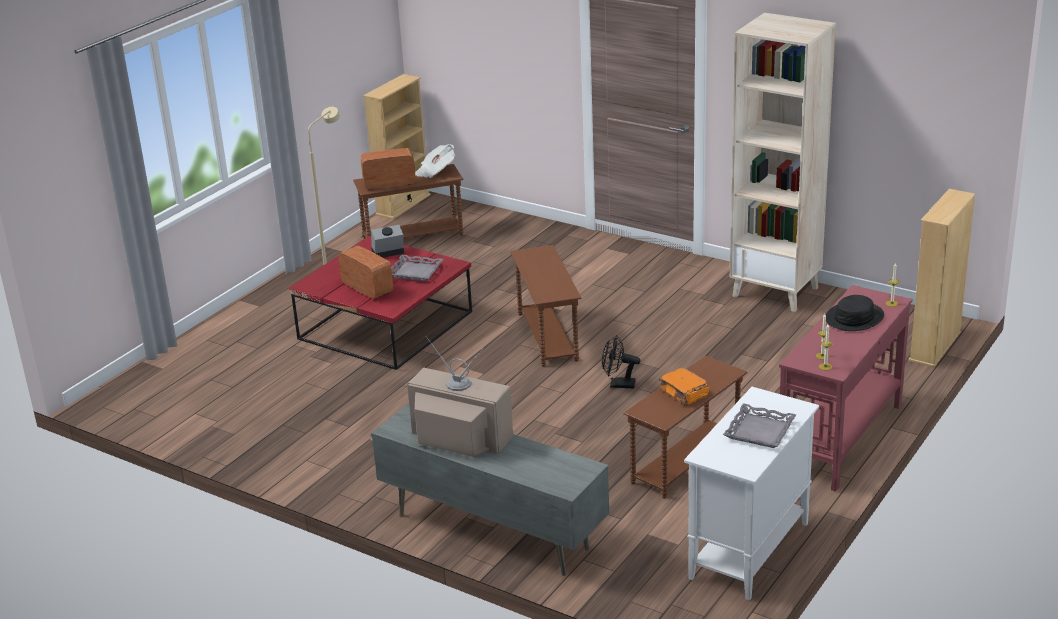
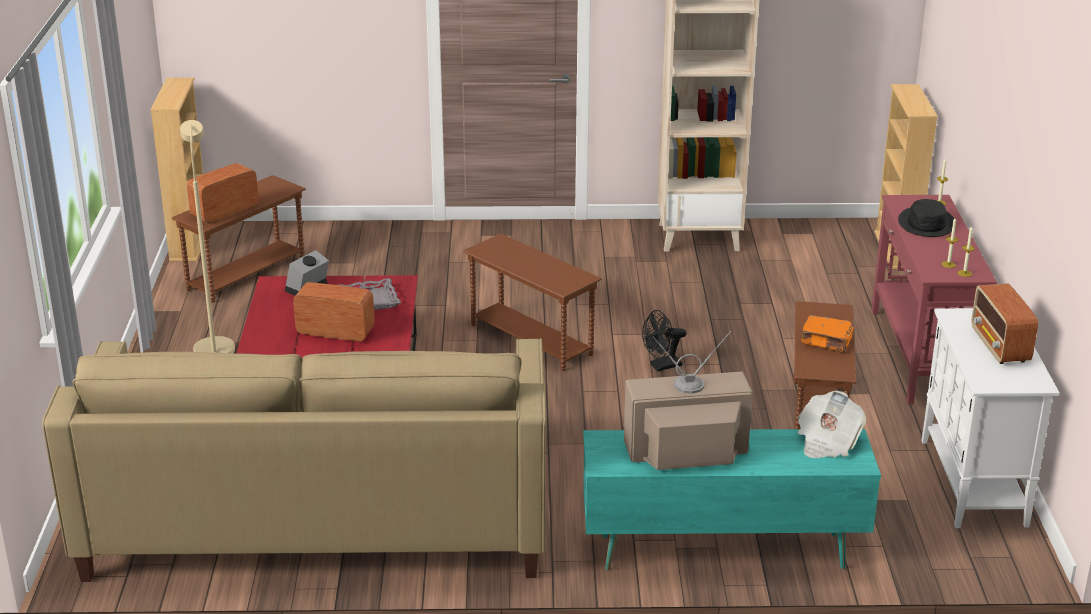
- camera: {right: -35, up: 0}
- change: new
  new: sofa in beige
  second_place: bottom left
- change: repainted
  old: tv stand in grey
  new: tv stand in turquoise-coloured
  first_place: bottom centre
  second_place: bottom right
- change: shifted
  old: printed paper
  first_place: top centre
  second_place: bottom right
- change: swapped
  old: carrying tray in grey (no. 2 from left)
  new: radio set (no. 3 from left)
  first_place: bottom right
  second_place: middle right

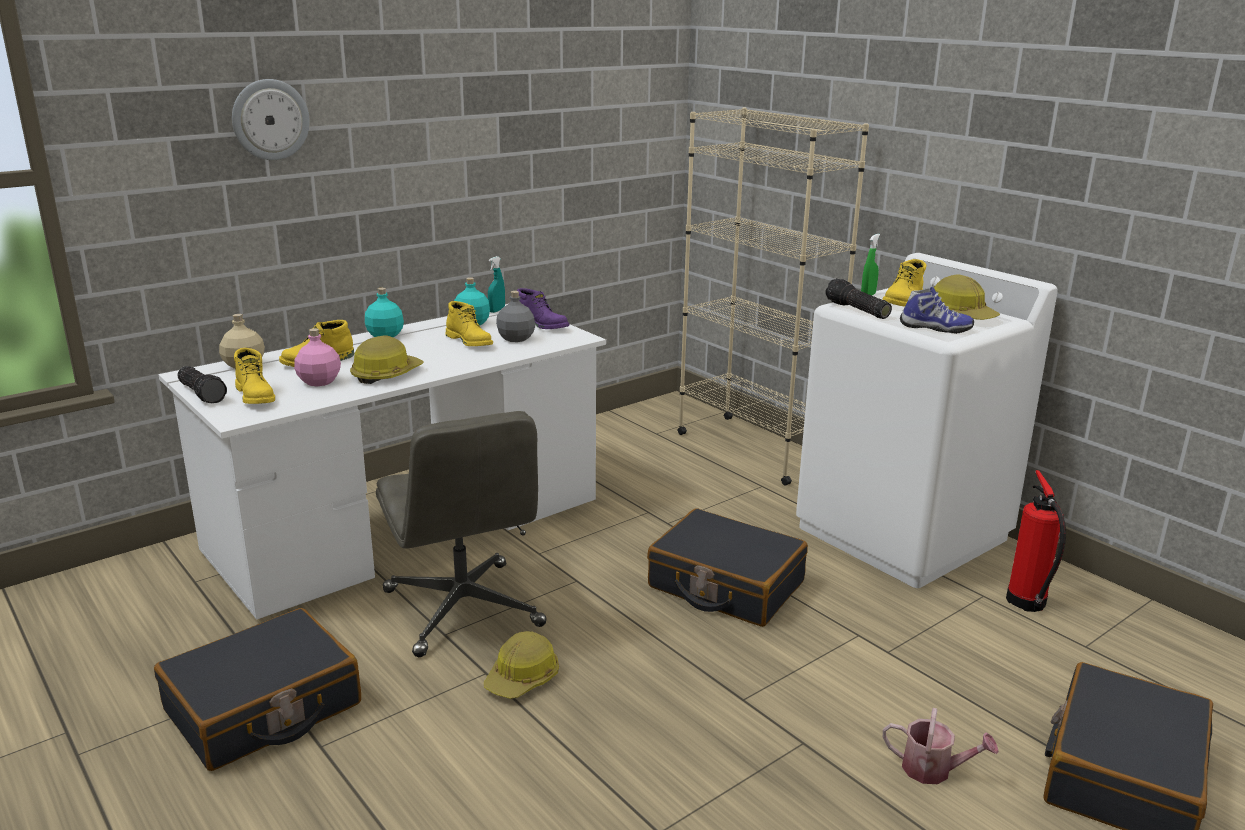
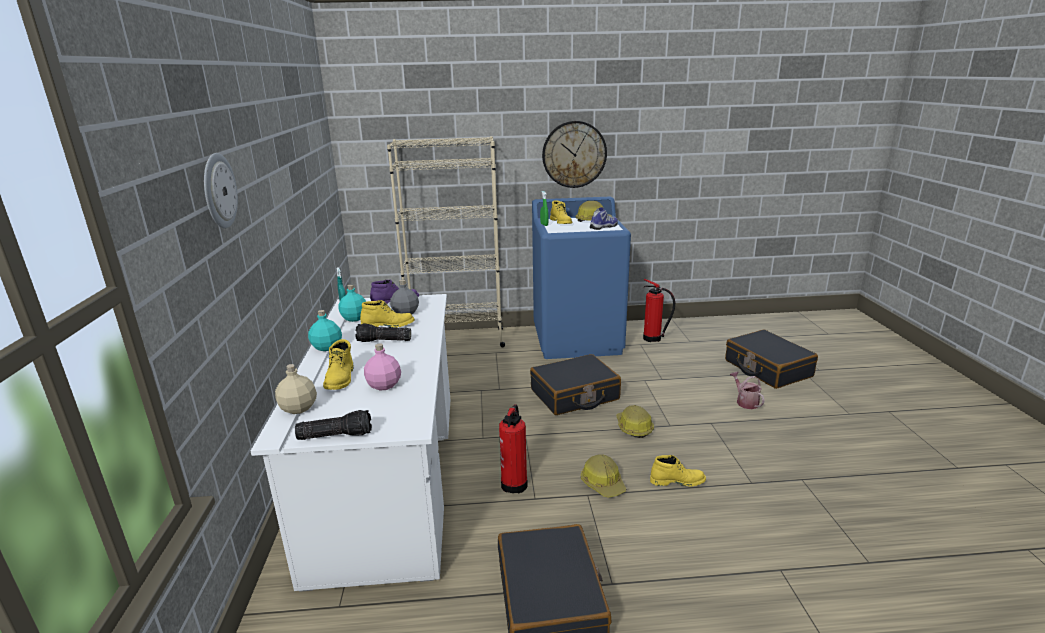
- camera: {right: -55, up: 0}
- change: shifted
  old: flashlight (no. 2 from left)
  first_place: middle right
  second_place: centre
- change: swapped
  old: computer chair in grey
  new: fire-fighting cylinder (no. 1 from left)
  first_place: centre
  second_place: bottom centre
- change: repainted
  old: washing machine in white
  new: washing machine in bluish
  first_place: middle right
  second_place: centre
- change: new
  new: wall clock (no. 2 from left)
  second_place: top centre
- change: shifted
  old: hard hat (no. 1 from left in the first image)
  new: hard hat (no. 3 from left)
  first_place: middle left
  second_place: centre
- change: shifted
  old: boot in yellowish (no. 1 from left in the first image)
  new: boot in yellowish (no. 4 from left)
  first_place: middle left
  second_place: bottom centre
- change: rotated
  old: watering pot
  first_place: bottom right
  second_place: middle right
  degrees: -75

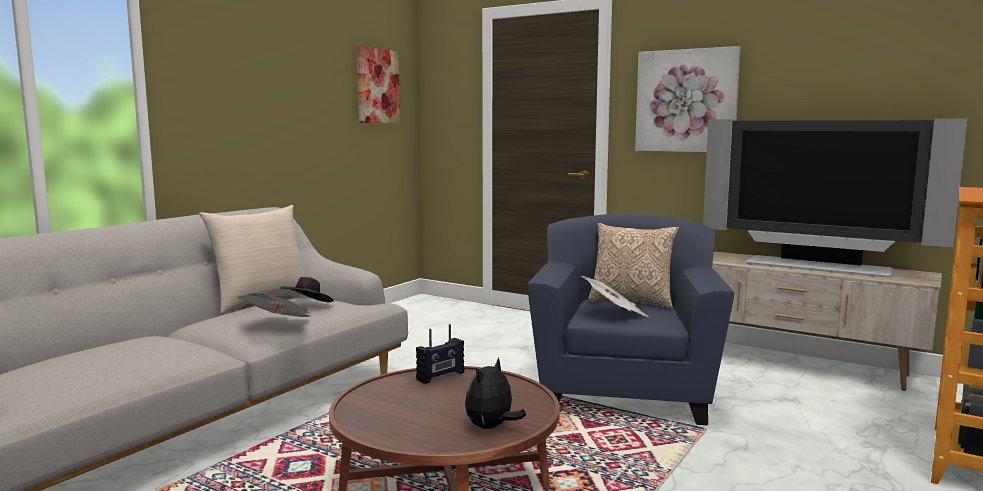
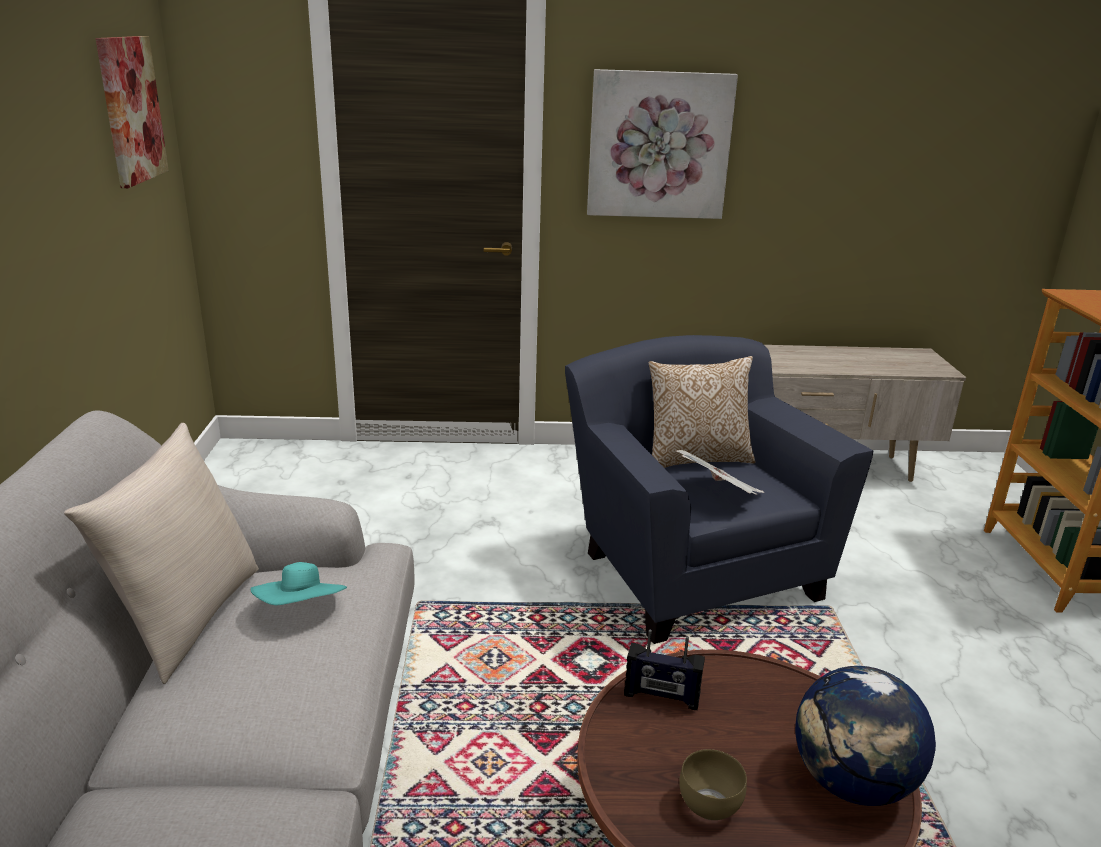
- camera: {right: -35, up: 15}
- change: repainted
  old: hat in black
  new: hat in turquoise-coloured
  first_place: middle left
  second_place: bottom left
- change: rotated
  old: radio set
  first_place: bottom centre
  second_place: bottom centre
  degrees: 90
- change: new
  new: serving bowl in brownish
  second_place: bottom centre
- change: swapped
  old: soft toy
  new: globe
  first_place: bottom centre
  second_place: bottom right
- change: gone
  old: printed paper (no. 1 from left)
  first_place: middle left
- change: gone
  old: TV
  first_place: middle right

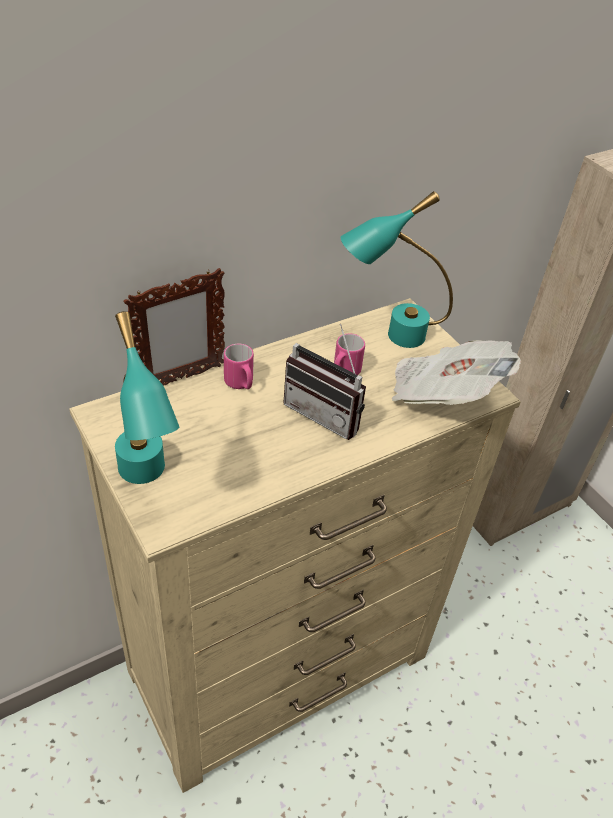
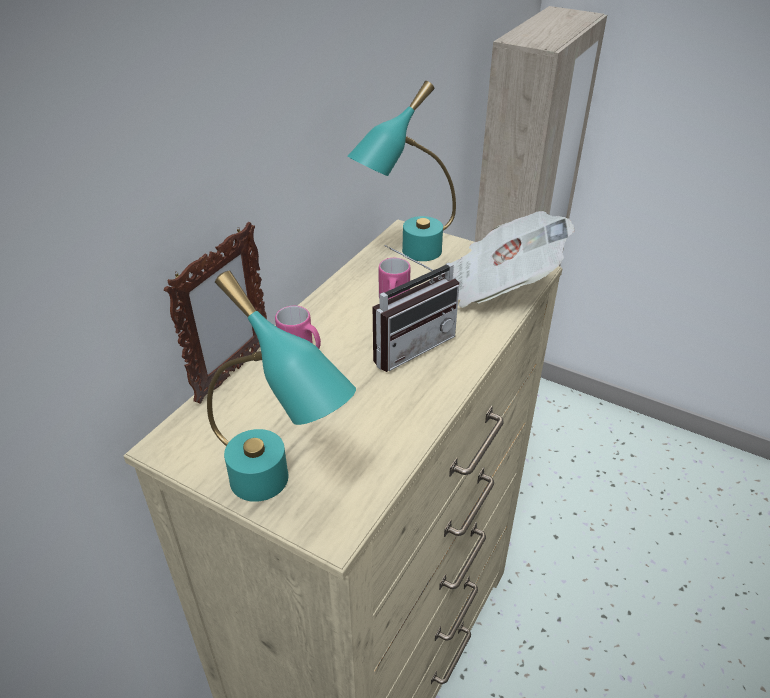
- camera: {right: -25, up: -5}
- change: rotated
  old: radio set
  first_place: centre
  second_place: centre
  degrees: -45

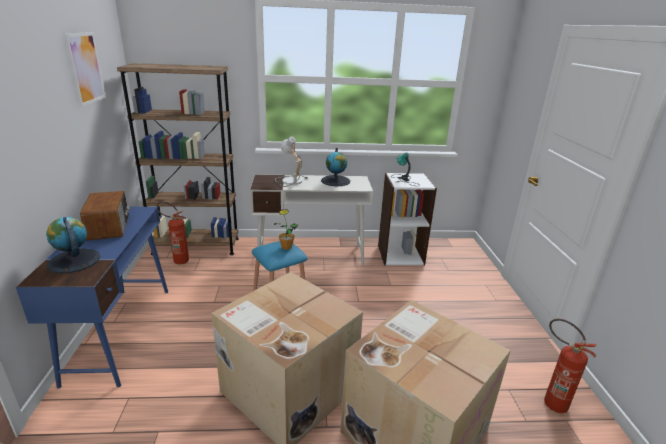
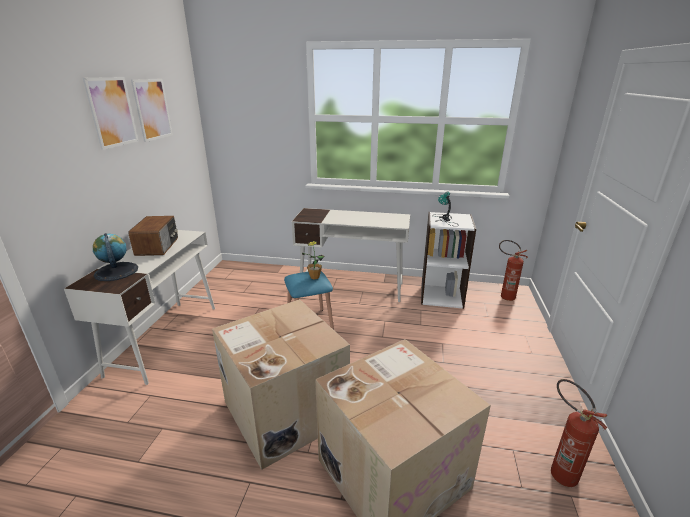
- camera: {right: 15, up: 0}
- change: repainted
  old: desk in bluish
  new: desk in white (no. 1 from left)
  first_place: bottom left
  second_place: middle left
- change: new
  new: wall art (no. 1 from left)
  second_place: top left
- change: shifted
  old: fire-fighting cylinder (no. 1 from left)
  first_place: middle left
  second_place: middle right
- change: gone
  old: bookcase in brownish
  first_place: middle left
- change: gone
  old: lamp for a table (no. 1 from left)
  first_place: centre
- change: gone
  old: globe (no. 2 from left)
  first_place: centre

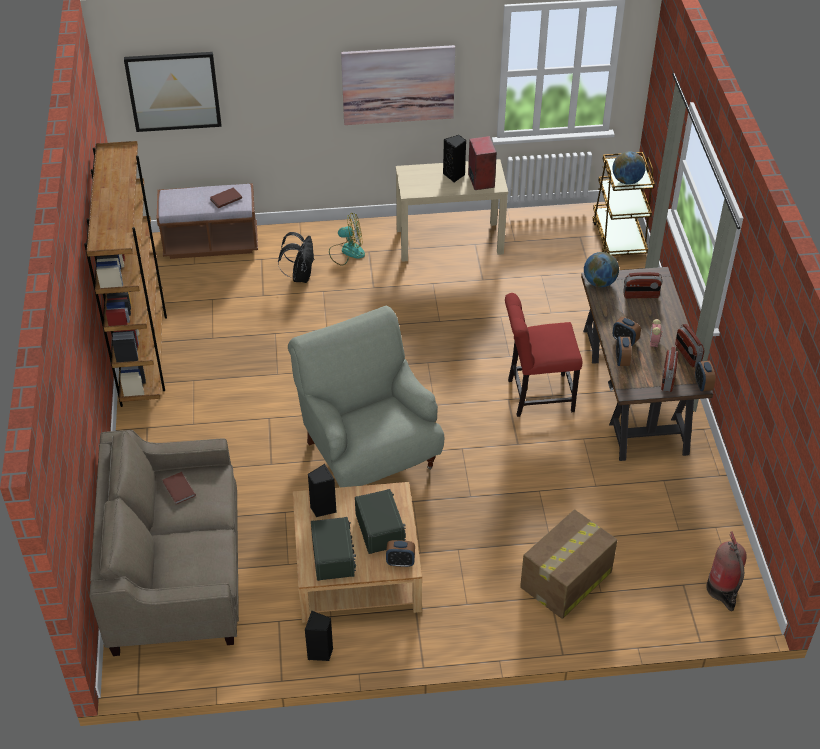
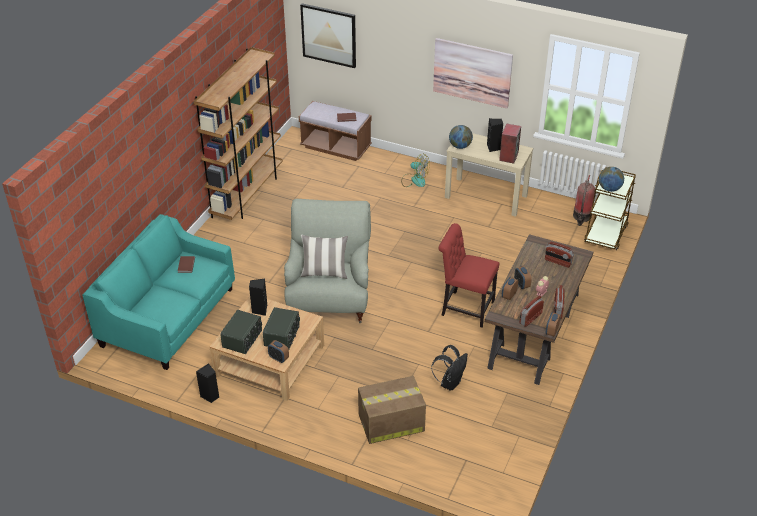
- camera: {right: 30, up: -5}
- change: repainted
  old: sofa in beige
  new: sofa in turquoise-coloured
  first_place: bottom left
  second_place: middle left
- change: new
  new: pillow
  second_place: centre
- change: shifted
  old: backpack in black
  first_place: centre
  second_place: bottom centre
- change: shifted
  old: globe (no. 1 from left)
  first_place: middle right
  second_place: top centre
- change: shifted
  old: fire-fighting cylinder
  first_place: bottom right
  second_place: middle right

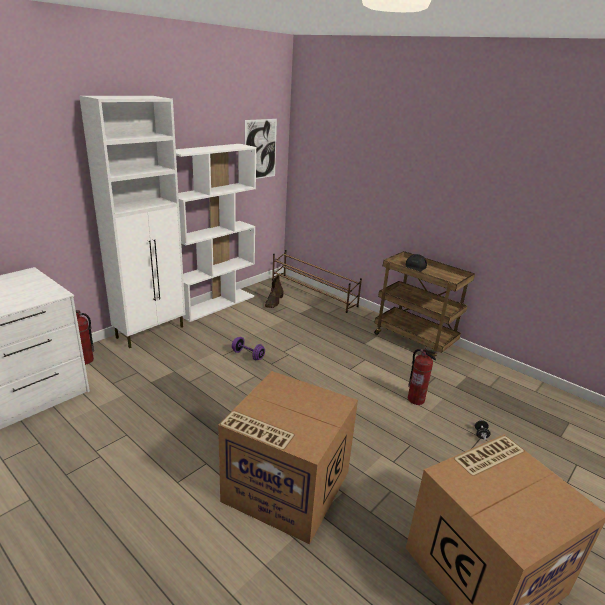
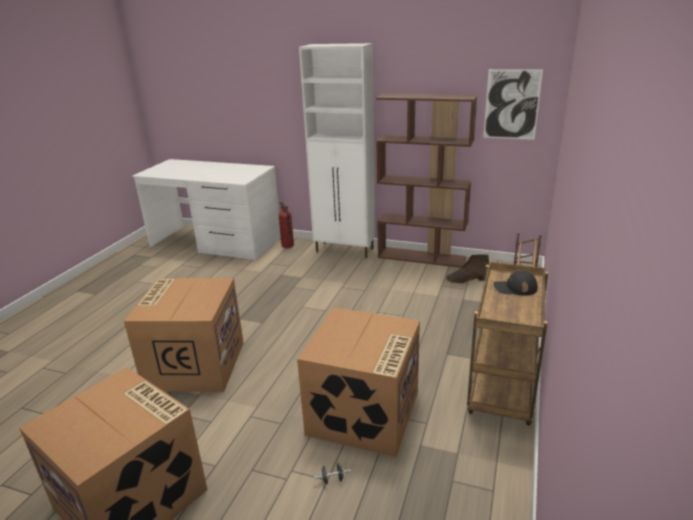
- camera: {right: 70, up: 0}
- change: swapped
  old: fire-fighting cylinder (no. 2 from left)
  new: packing box (no. 3 from left)
  first_place: middle right
  second_place: bottom centre
- change: repainted
  old: bookcase in white
  new: bookcase in brownish
  first_place: centre
  second_place: centre
- change: gone
  old: free weight in purple
  first_place: centre

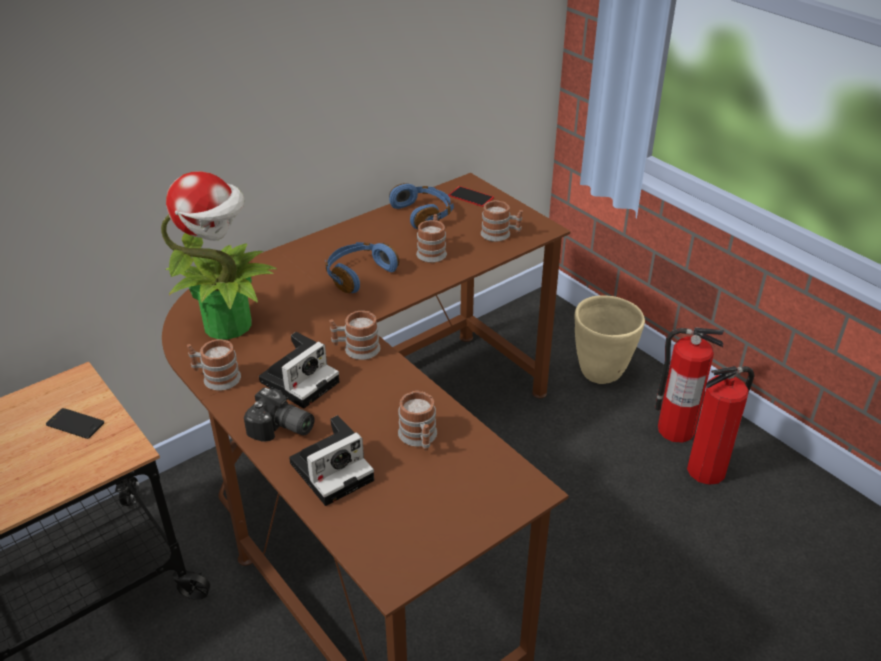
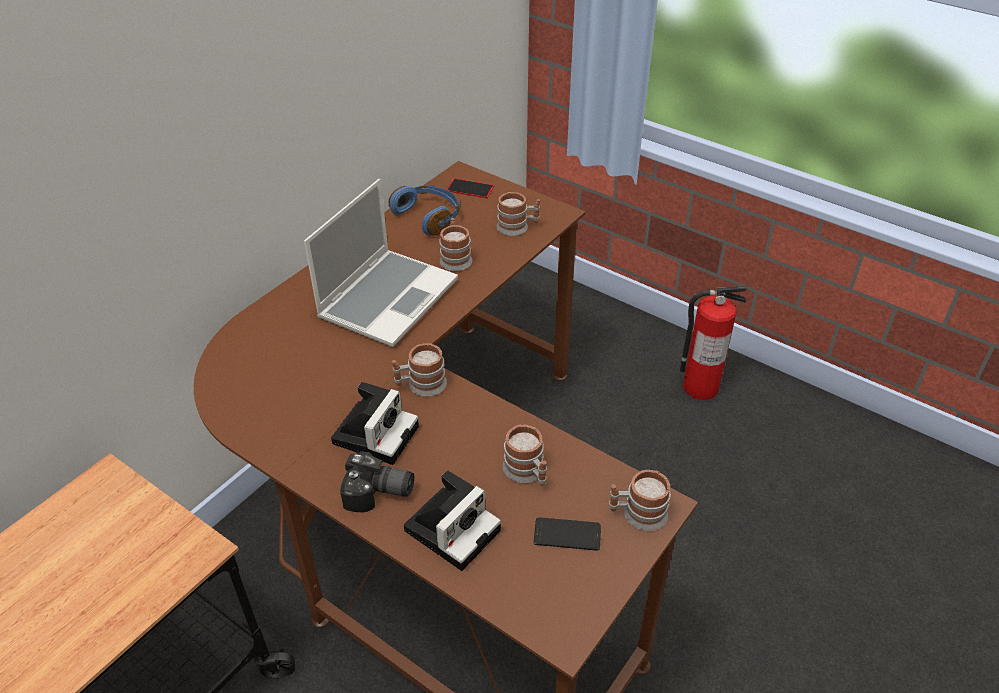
- camera: {right: -15, up: 5}
- change: swapped
  old: pair of headphones in bluish (no. 1 from left)
  new: portable computer
  first_place: centre
  second_place: centre
- change: shifted
  old: phone (no. 1 from left in the first image)
  new: phone (no. 2 from left)
  first_place: middle left
  second_place: bottom centre
- change: shifted
  old: mug (no. 1 from left in the first image)
  new: mug (no. 5 from left)
  first_place: middle left
  second_place: bottom centre
- change: gone
  old: plant in a pot
  first_place: middle left
- change: gone
  old: flower pot in beige
  first_place: middle right
- change: gone
  old: fire-fighting cylinder (no. 2 from left)
  first_place: middle right

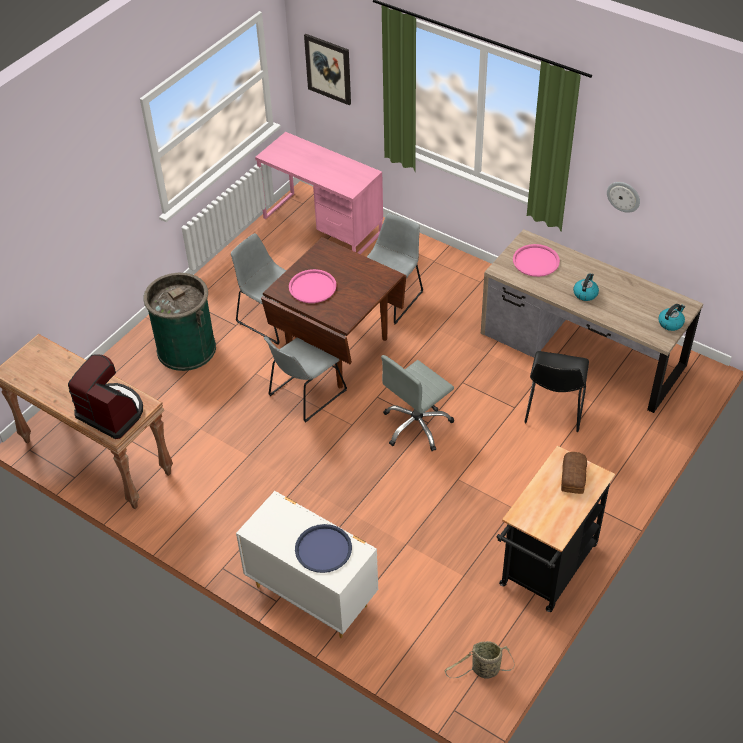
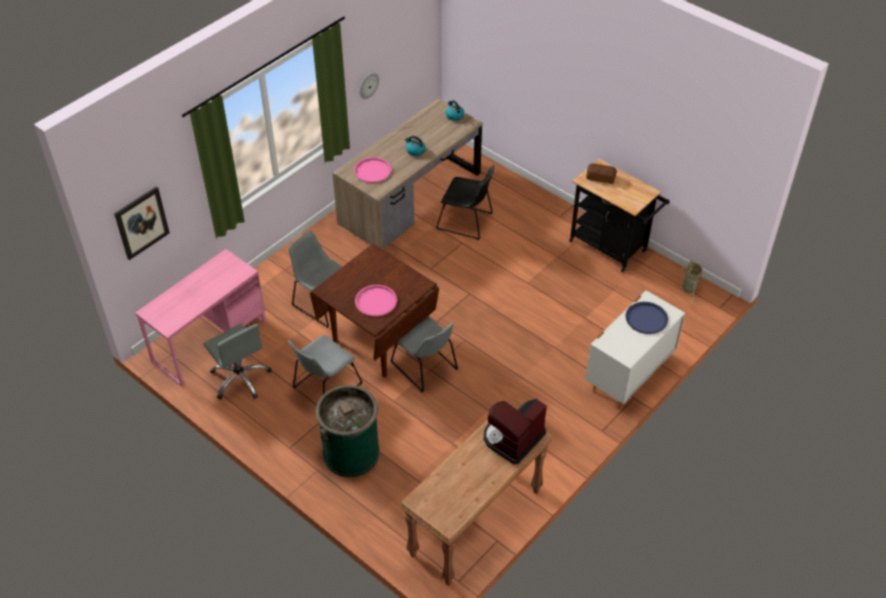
- camera: {right: -85, up: 0}
- change: shifted
  old: computer chair in grey
  first_place: centre
  second_place: middle left

